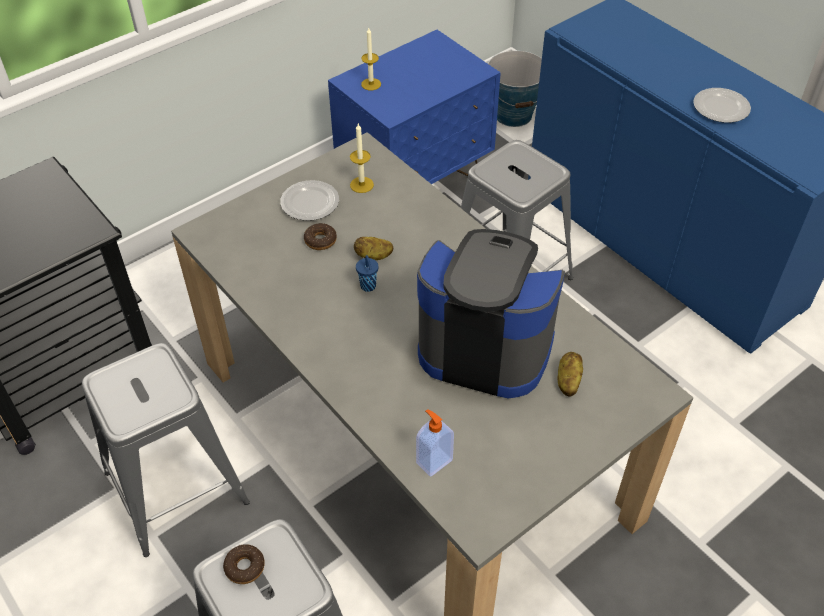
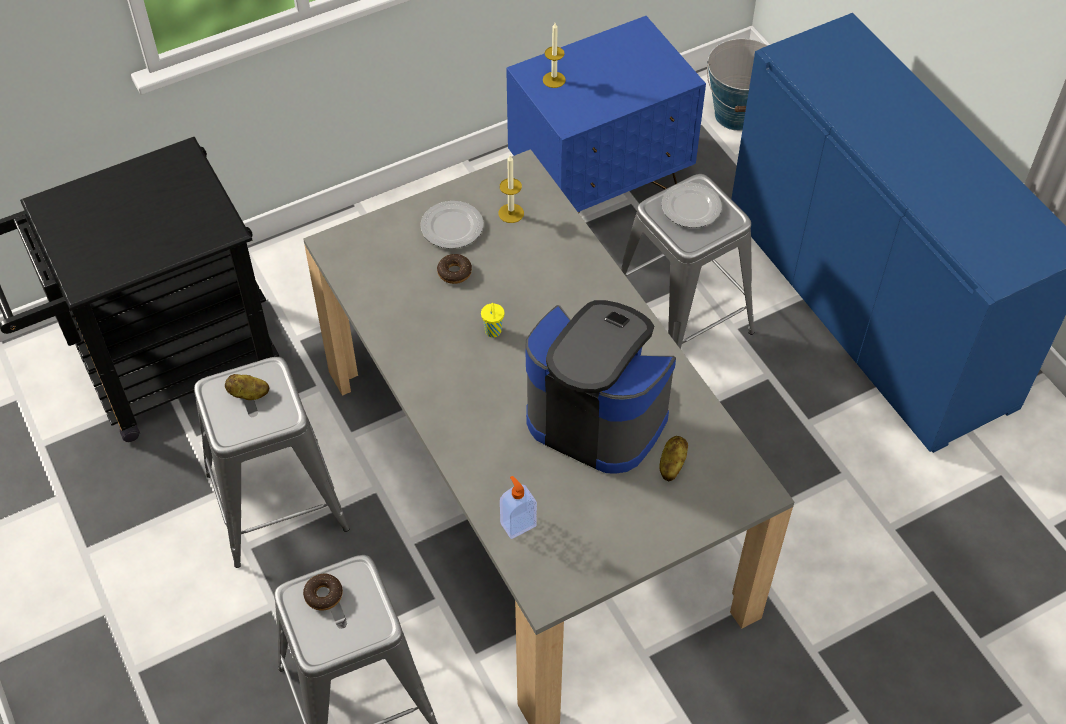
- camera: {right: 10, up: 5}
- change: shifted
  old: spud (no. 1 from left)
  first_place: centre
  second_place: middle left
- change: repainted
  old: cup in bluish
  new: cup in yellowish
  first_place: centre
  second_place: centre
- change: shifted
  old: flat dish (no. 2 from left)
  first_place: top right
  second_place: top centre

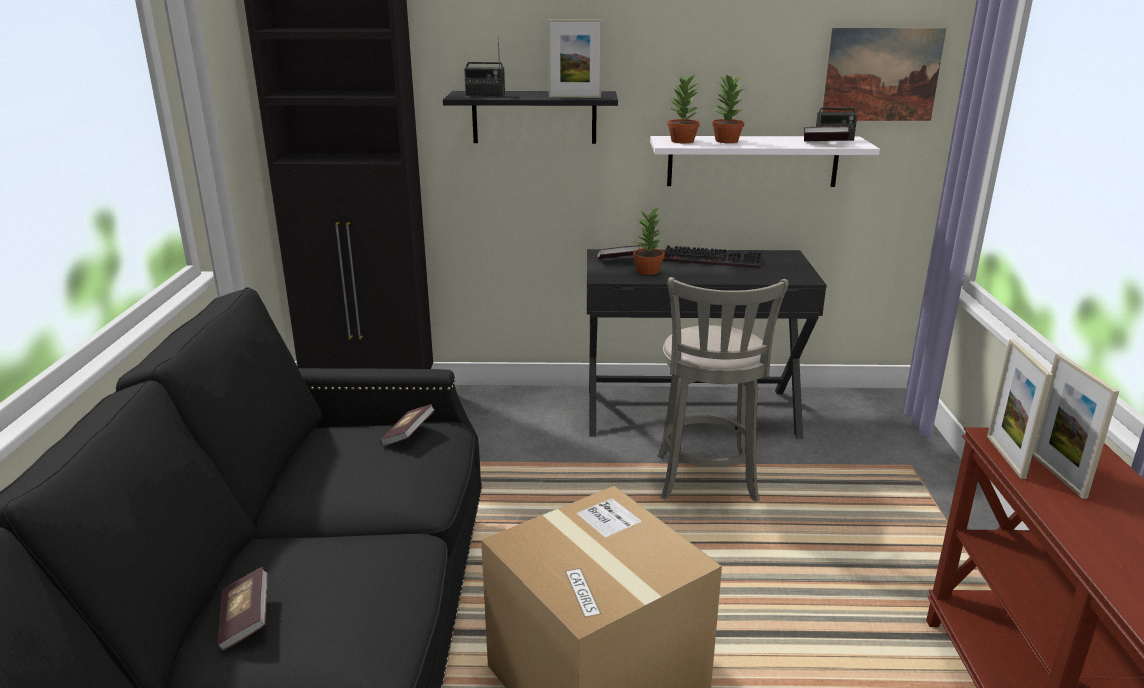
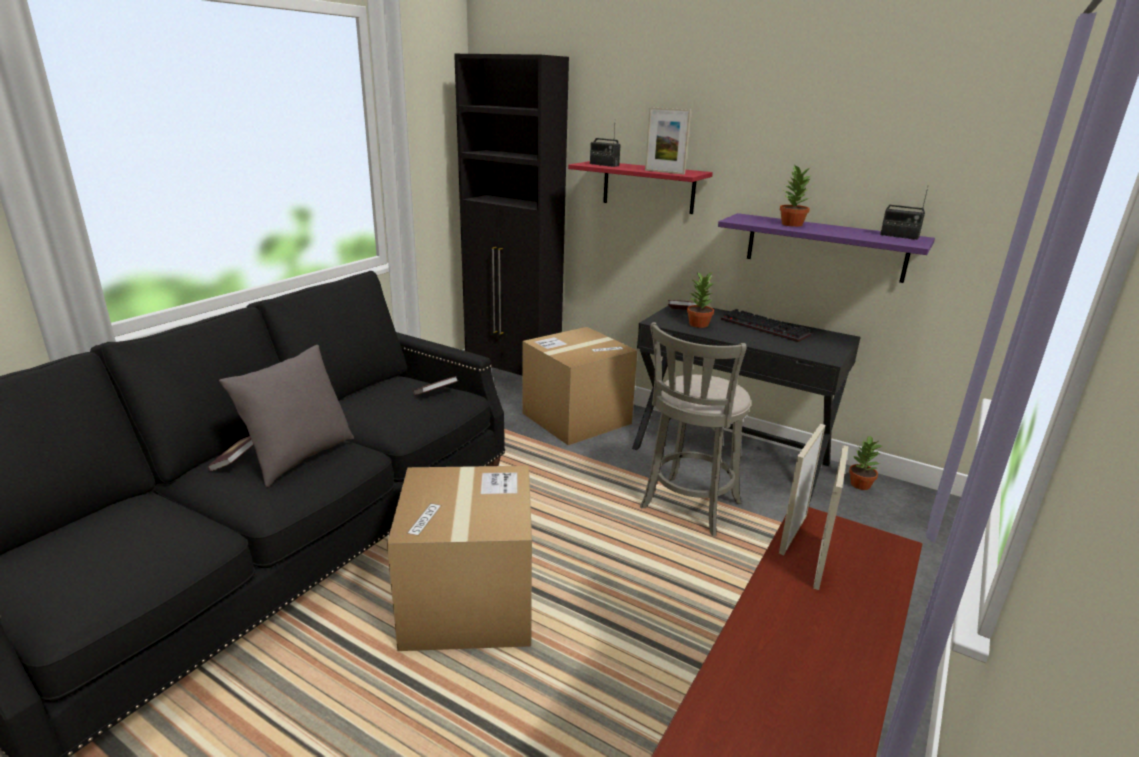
- camera: {right: 30, up: 0}
- change: new
  new: pillow in grey
  second_place: middle left
- change: new
  new: packing box (no. 2 from left)
  second_place: centre
- change: repainted
  old: wall shelf in black
  new: wall shelf in reddish
  first_place: top centre
  second_place: top centre
- change: repainted
  old: wall shelf in white
  new: wall shelf in purple
  first_place: top right
  second_place: top right
- change: shifted
  old: plant in a pot (no. 2 from left in the first image)
  new: plant in a pot (no. 3 from left)
  first_place: top centre
  second_place: middle right
- change: gone
  old: book (no. 4 from left)
  first_place: top right
- change: gone
  old: wall art
  first_place: top right

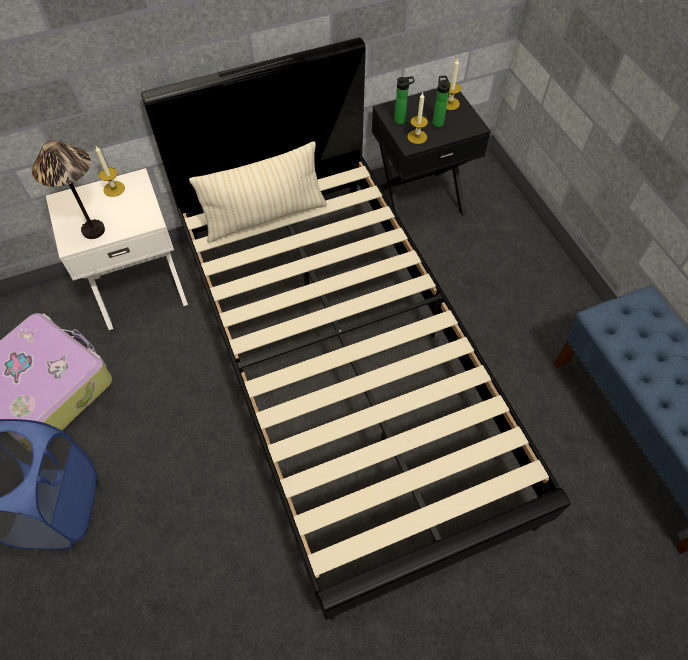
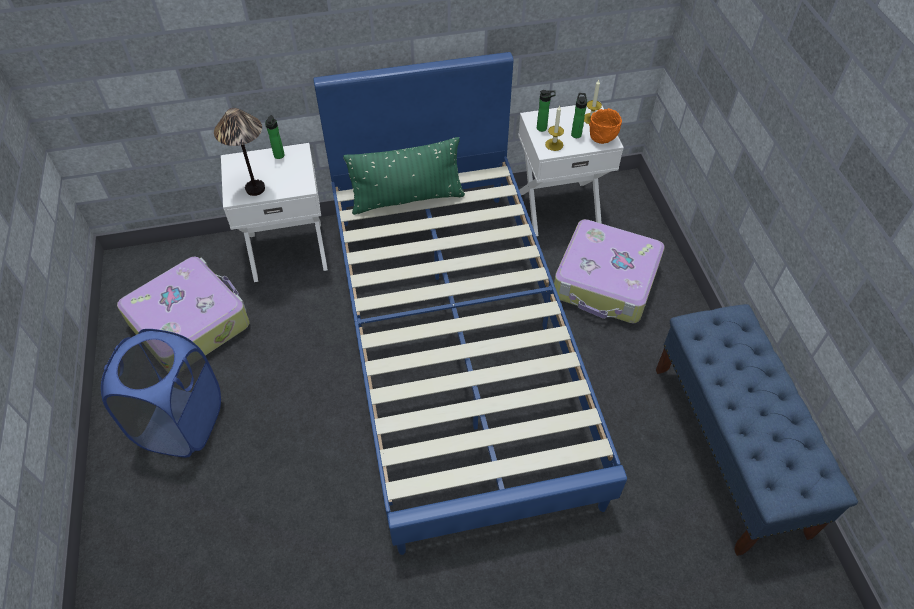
- camera: {right: 10, up: -5}
- change: swapped
  old: wax light (no. 1 from left)
  new: drink bottle (no. 1 from left)
  first_place: top left
  second_place: top left
- change: repainted
  old: sleeping bed in black
  new: sleeping bed in bluish
  first_place: centre
  second_place: centre
- change: repainted
  old: pillow in beige
  new: pillow in greenish
  first_place: top centre
  second_place: top centre
- change: repainted
  old: night table in black
  new: night table in white (no. 2 from left)
  first_place: top centre
  second_place: top centre
- change: new
  new: travel case (no. 2 from left)
  second_place: centre
- change: new
  new: serving bowl in orange
  second_place: top centre

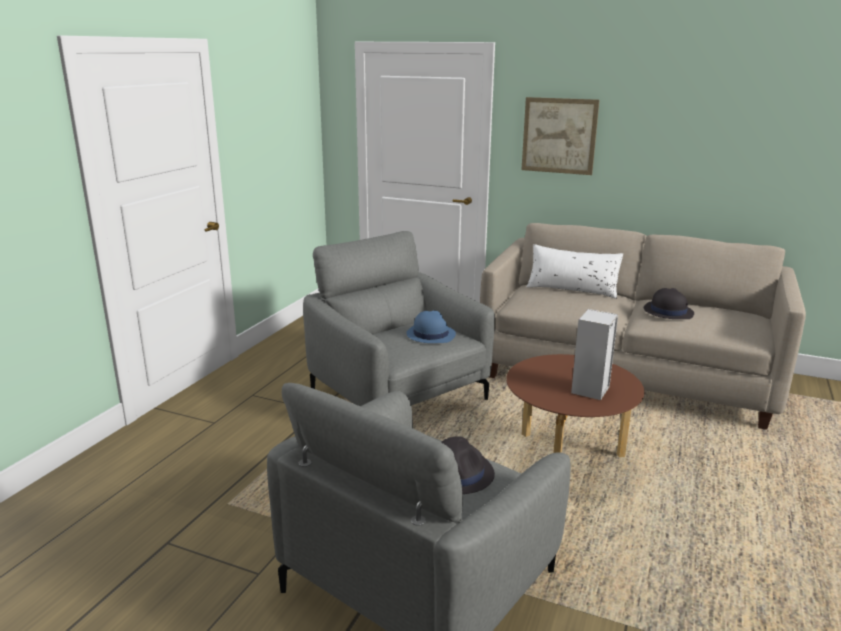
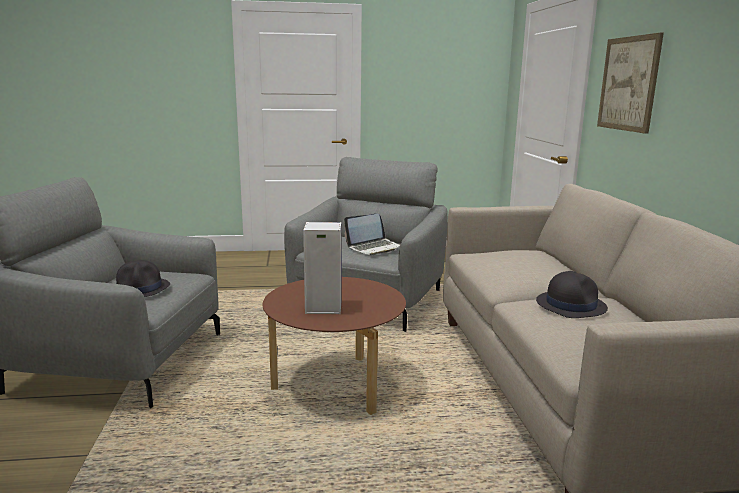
- camera: {right: 60, up: -5}
- change: swapped
  old: hat in bluish
  new: portable computer
  first_place: centre
  second_place: centre
- change: gone
  old: pillow in white
  first_place: middle right

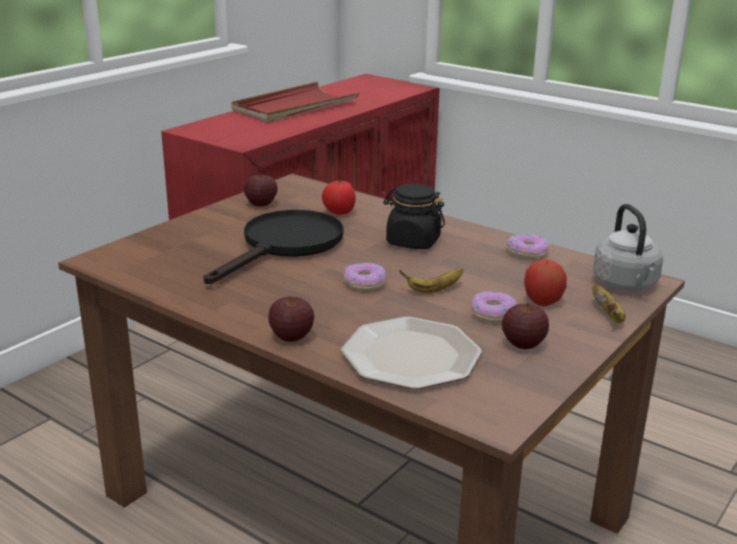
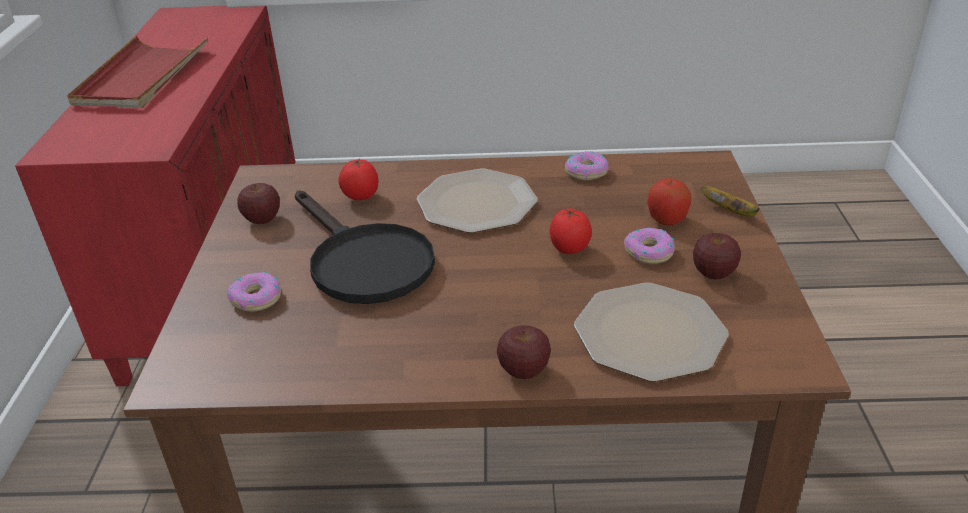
- camera: {right: -35, up: 10}
- change: shifted
  old: doughnut (no. 1 from left)
  first_place: centre
  second_place: middle left
- change: rotated
  old: pan in black
  first_place: centre
  second_place: centre
  degrees: 150
- change: swapped
  old: storage jar in black
  new: flat dish (no. 1 from left)
  first_place: centre
  second_place: centre
- change: swapped
  old: banana fruit (no. 1 from left)
  new: fresh tomato (no. 2 from left)
  first_place: centre
  second_place: centre
- change: gone
  old: kettle in grey
  first_place: middle right

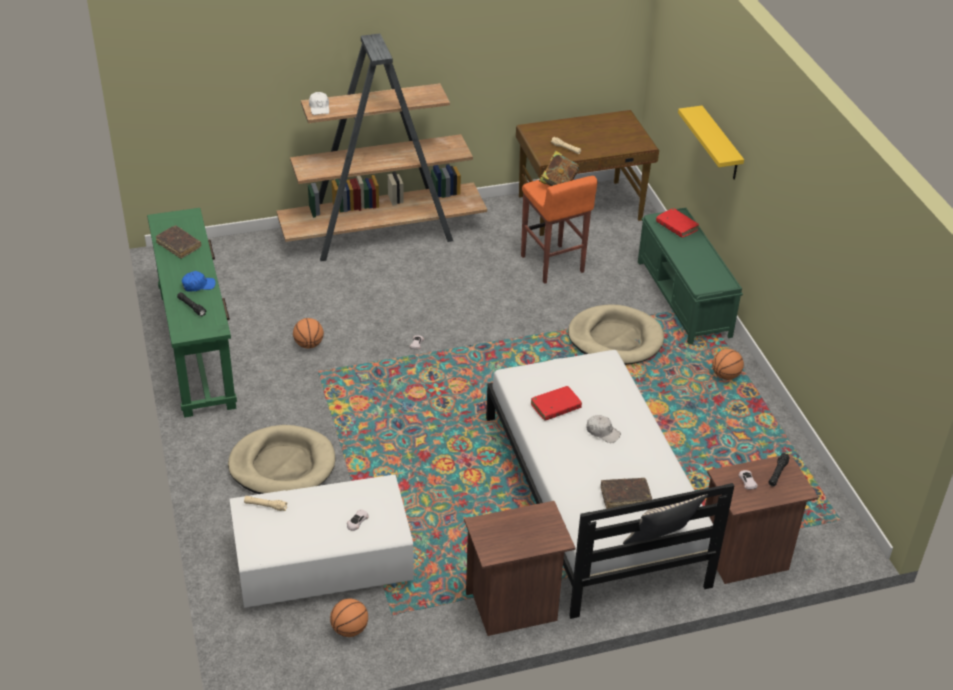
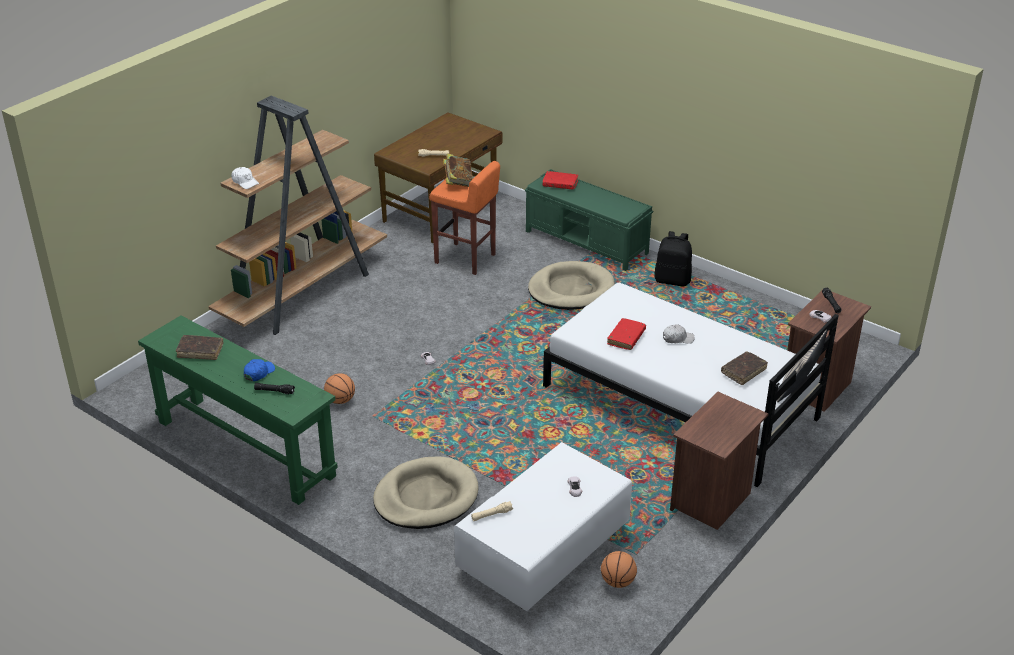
- camera: {right: -35, up: -5}
- change: swapped
  old: basketball ball (no. 3 from left)
  new: backpack in black
  first_place: middle right
  second_place: centre
- change: gone
  old: wall shelf in yellowish
  first_place: top right

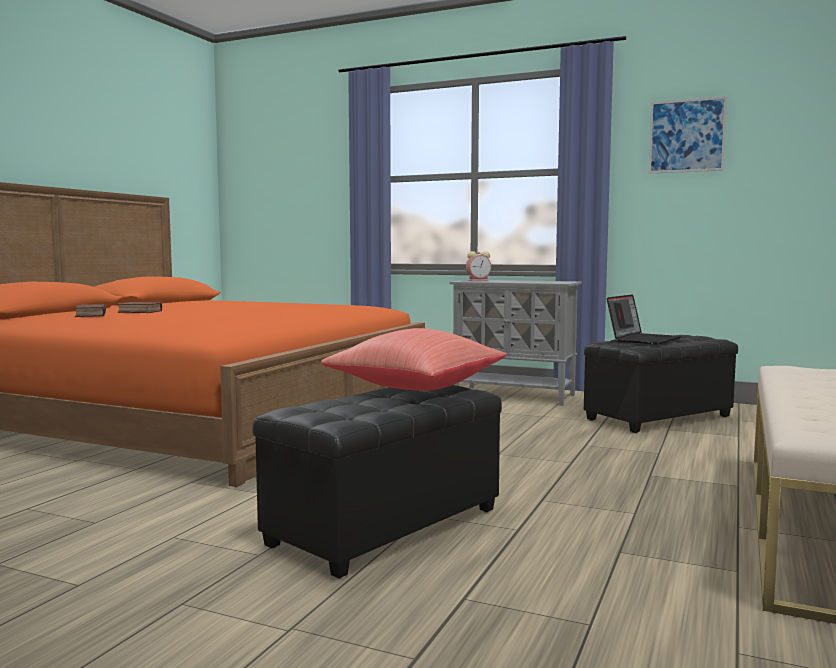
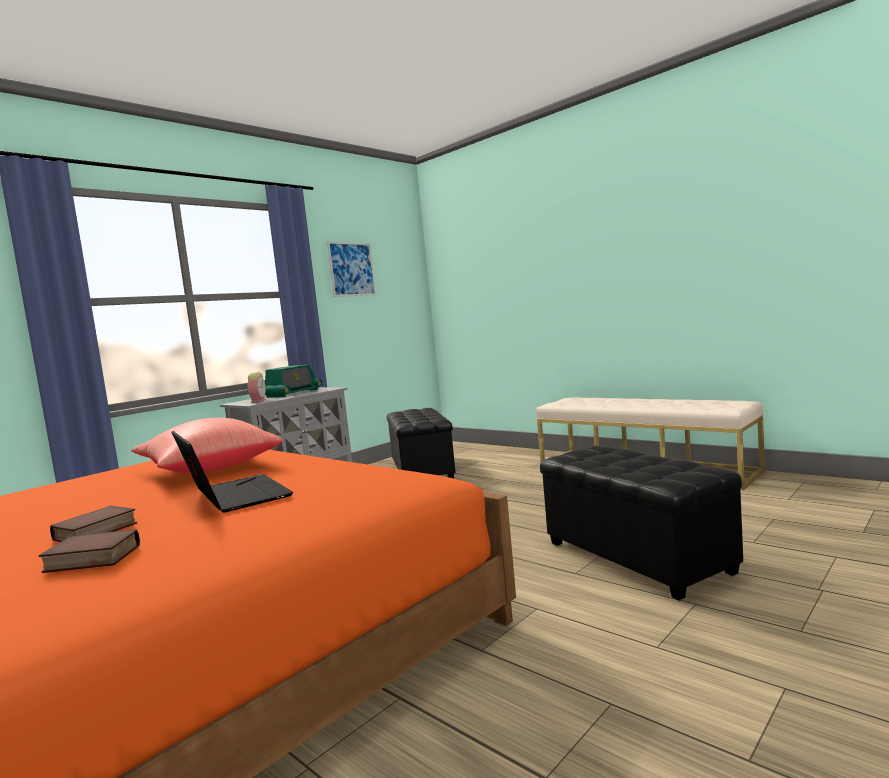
- camera: {right: -70, up: 0}
- change: shifted
  old: pillow in reddish
  first_place: centre
  second_place: middle left
- change: shifted
  old: portable computer
  first_place: middle right
  second_place: middle left
- change: new
  new: radio set
  second_place: middle left

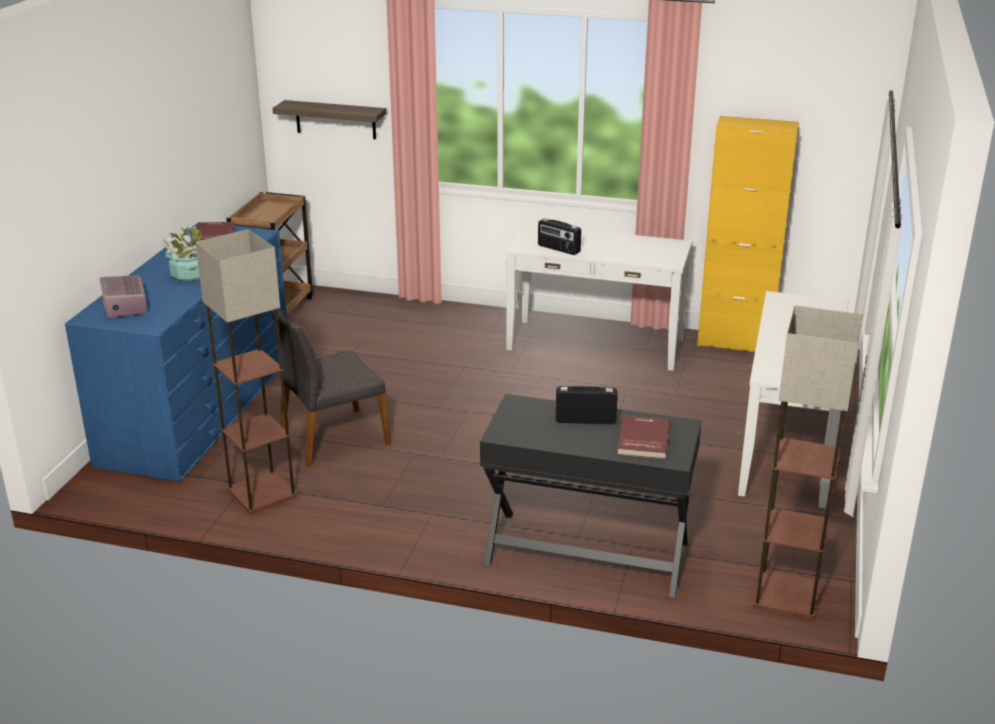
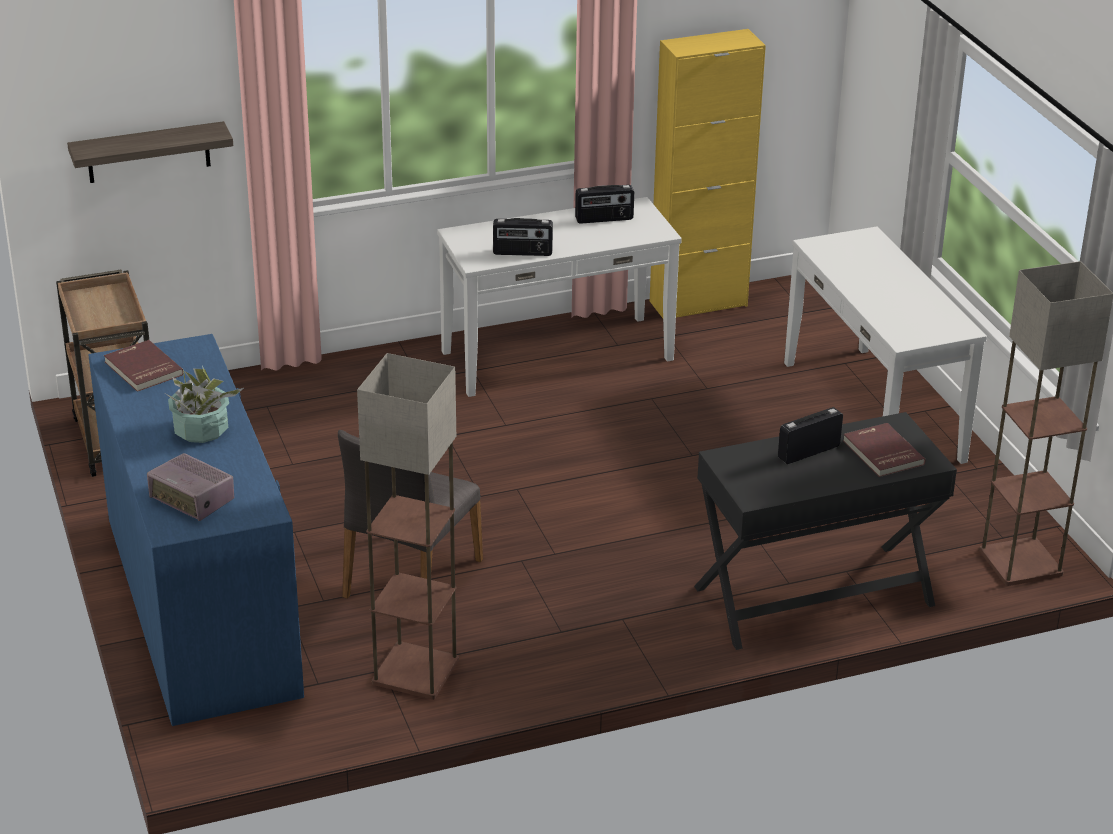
- camera: {right: -35, up: 5}
- change: new
  new: radio set (no. 3 from left)
  second_place: top centre

